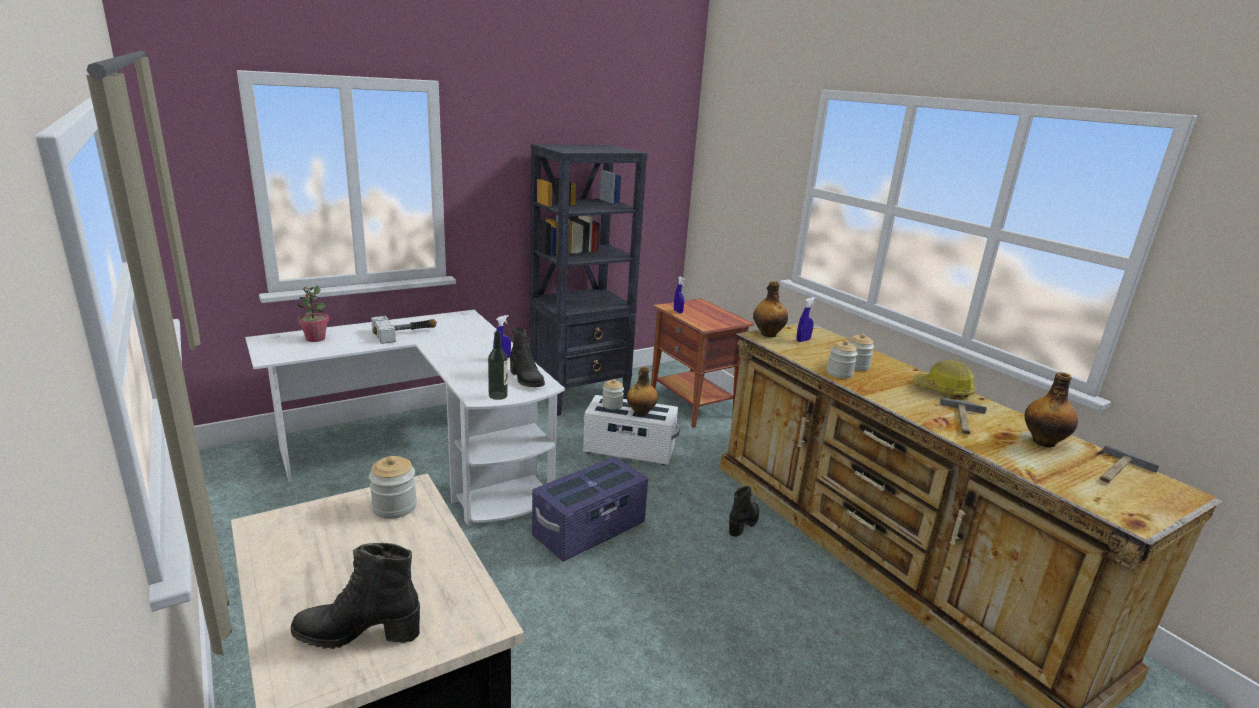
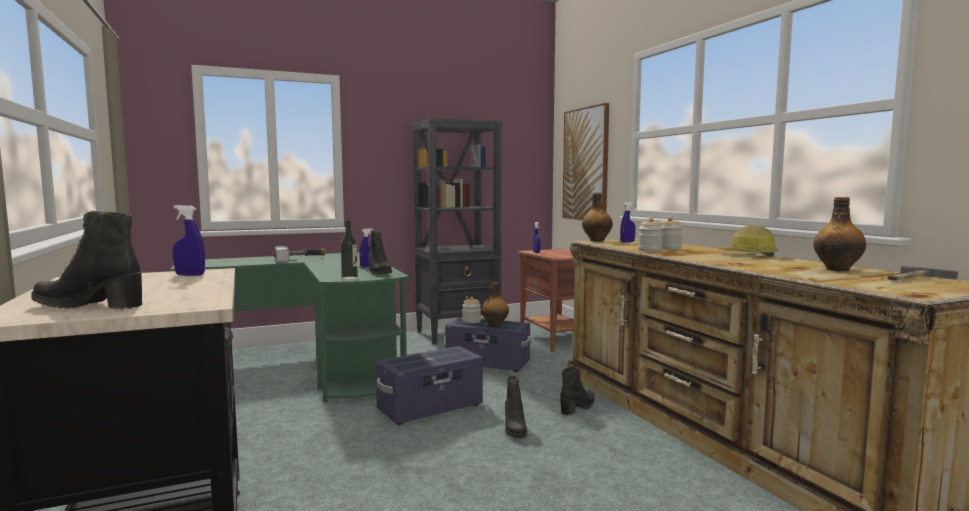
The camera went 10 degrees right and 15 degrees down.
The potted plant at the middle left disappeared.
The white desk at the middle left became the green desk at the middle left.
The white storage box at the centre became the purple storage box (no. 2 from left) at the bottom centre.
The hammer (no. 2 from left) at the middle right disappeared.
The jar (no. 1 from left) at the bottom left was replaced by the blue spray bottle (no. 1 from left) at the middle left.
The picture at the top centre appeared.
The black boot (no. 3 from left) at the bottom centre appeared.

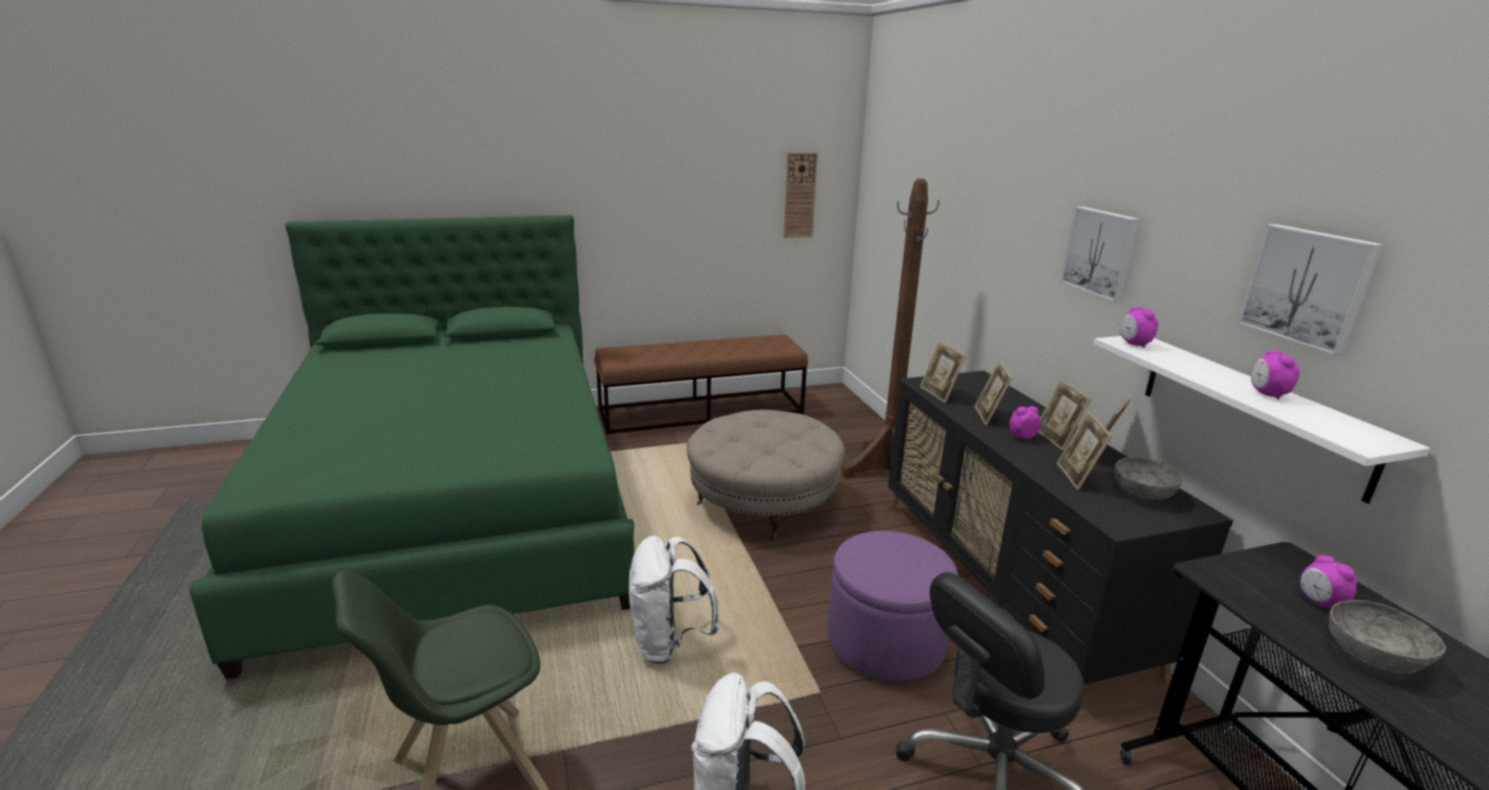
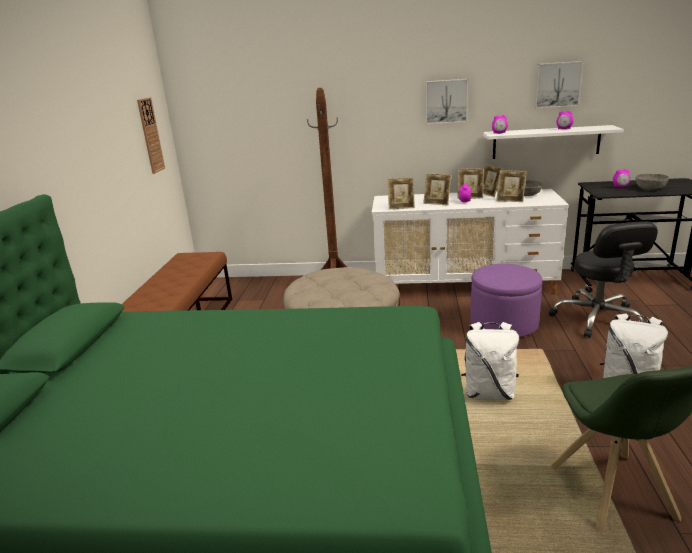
The camera went 65 degrees left and 0 degrees up.
The black dresser at the bottom right became the white dresser at the middle right.

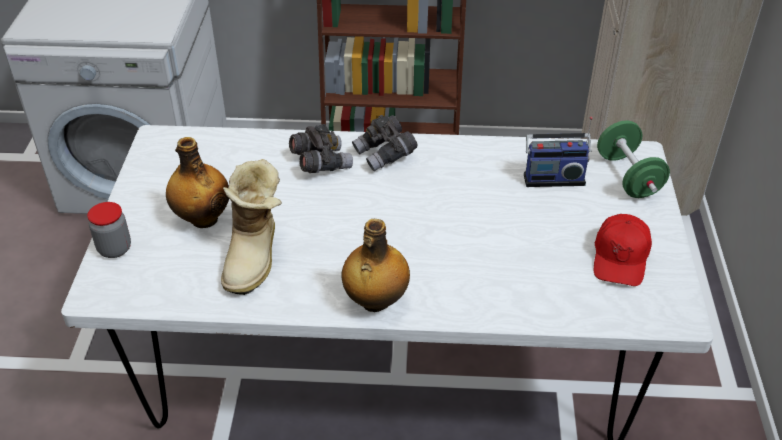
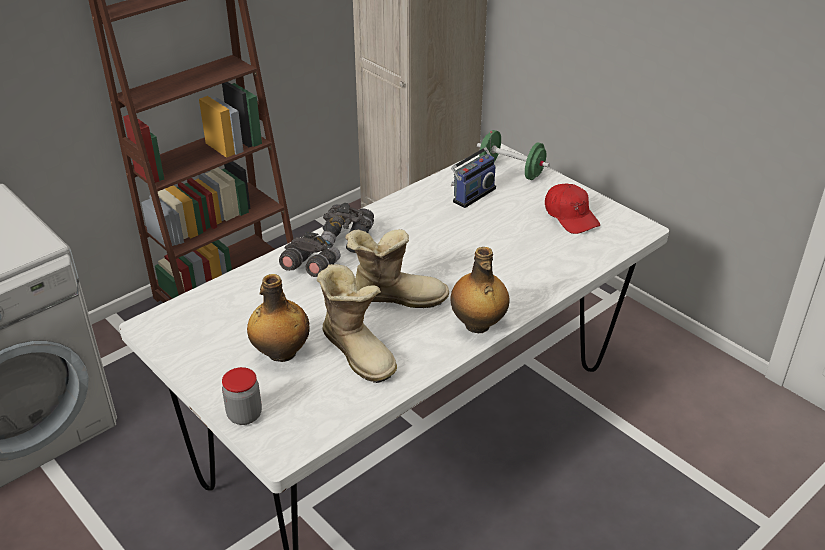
The camera went 45 degrees left and 5 degrees down.
The boot (no. 2 from left) at the centre appeared.

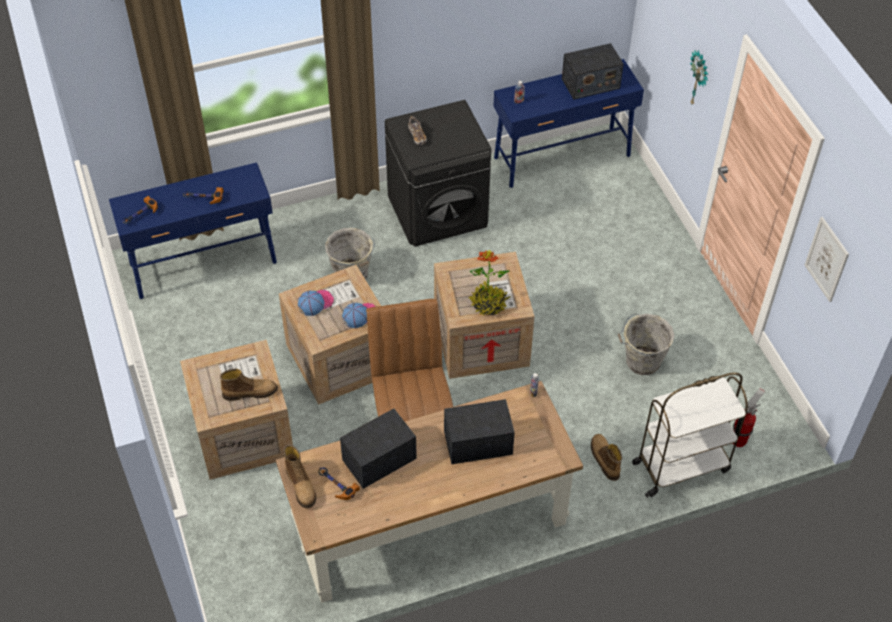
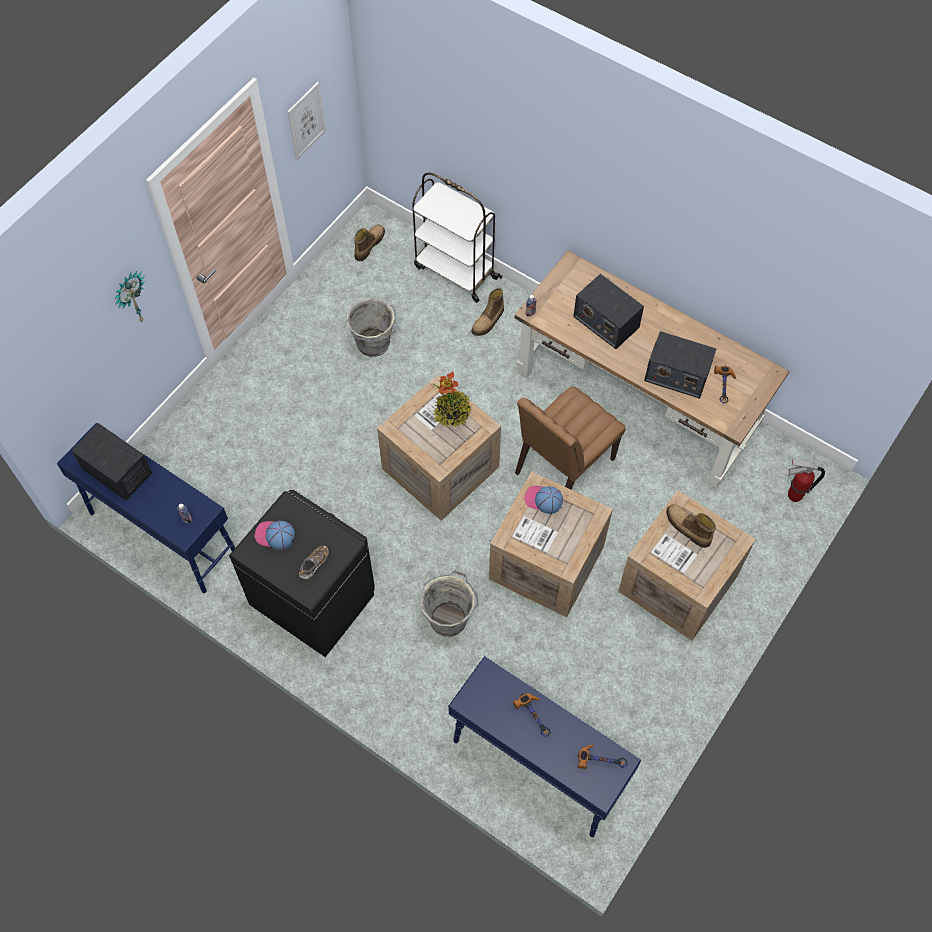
The camera went 125 degrees left and 10 degrees up.
The cap (no. 1 from left) moved from the centre to the middle left.
The fire extinguisher moved from the bottom right to the middle right.
The boot (no. 2 from left in the first image) moved from the bottom centre to the top centre.

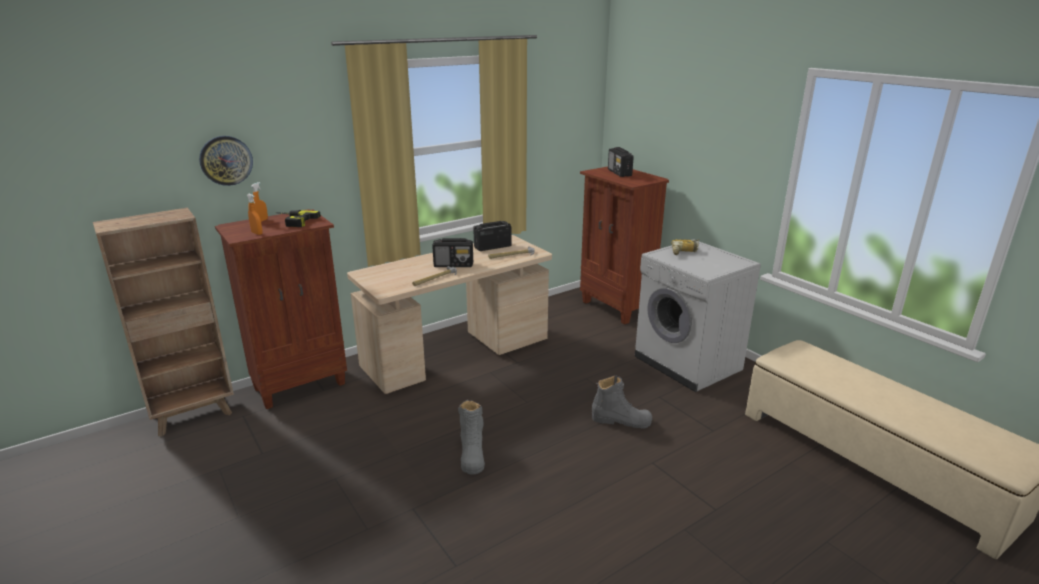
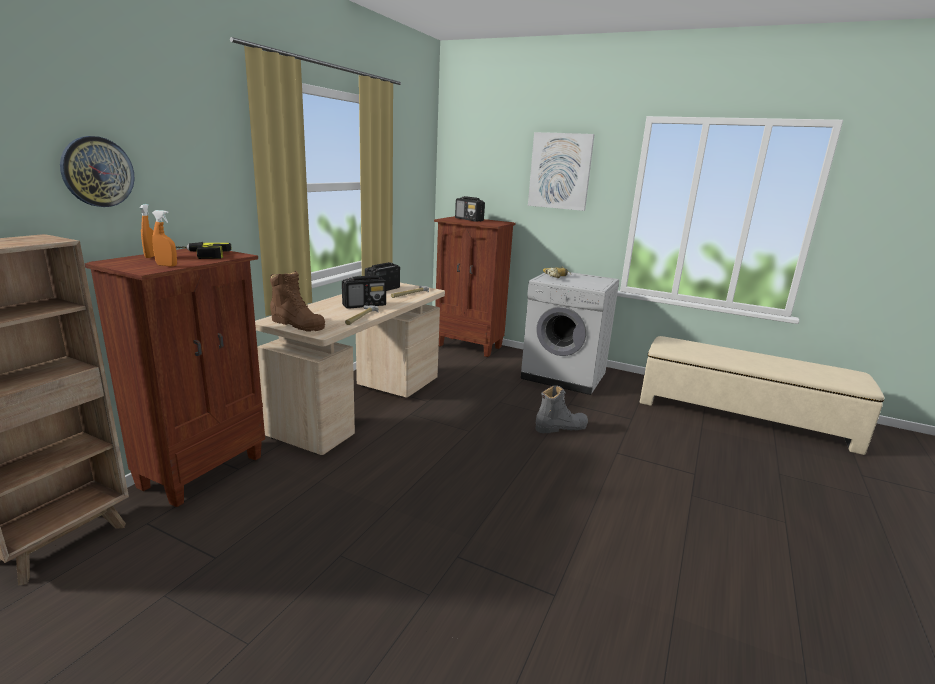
The camera went 30 degrees left and 5 degrees down.
The grey boot (no. 1 from left) at the bottom centre disappeared.
The picture at the top centre appeared.
The brown boot at the middle left appeared.

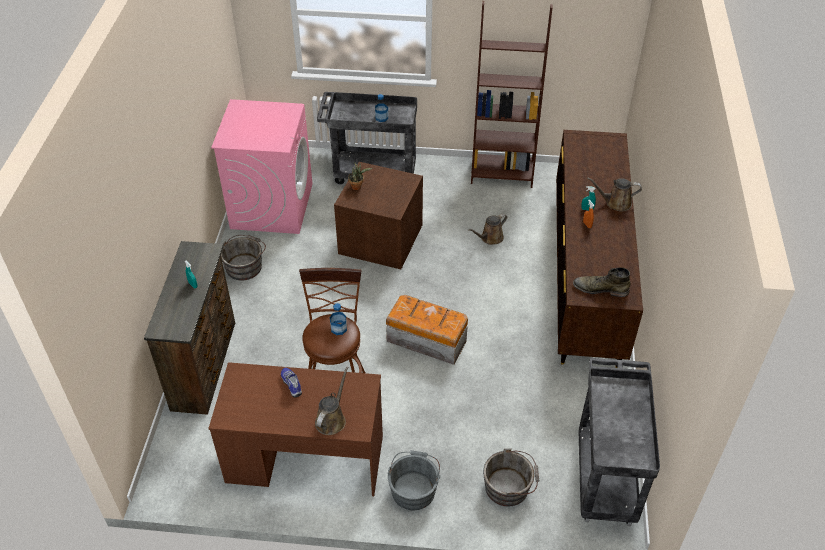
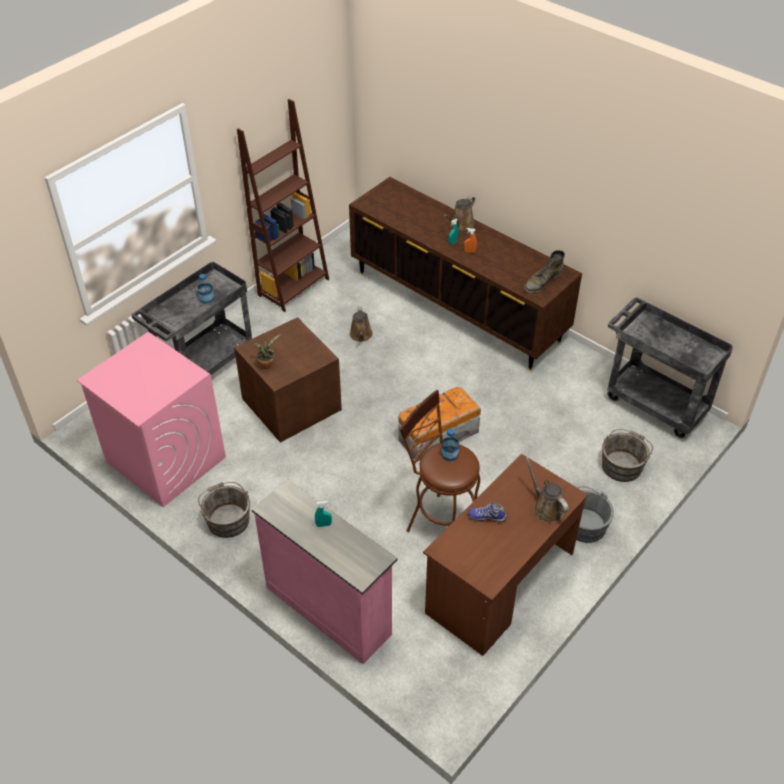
The camera went 55 degrees left and 0 degrees up.
The brown dresser at the middle left became the pink dresser at the bottom centre.

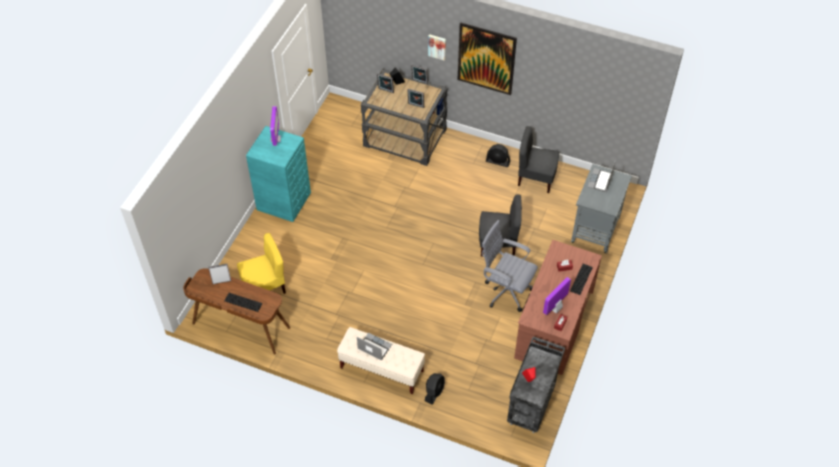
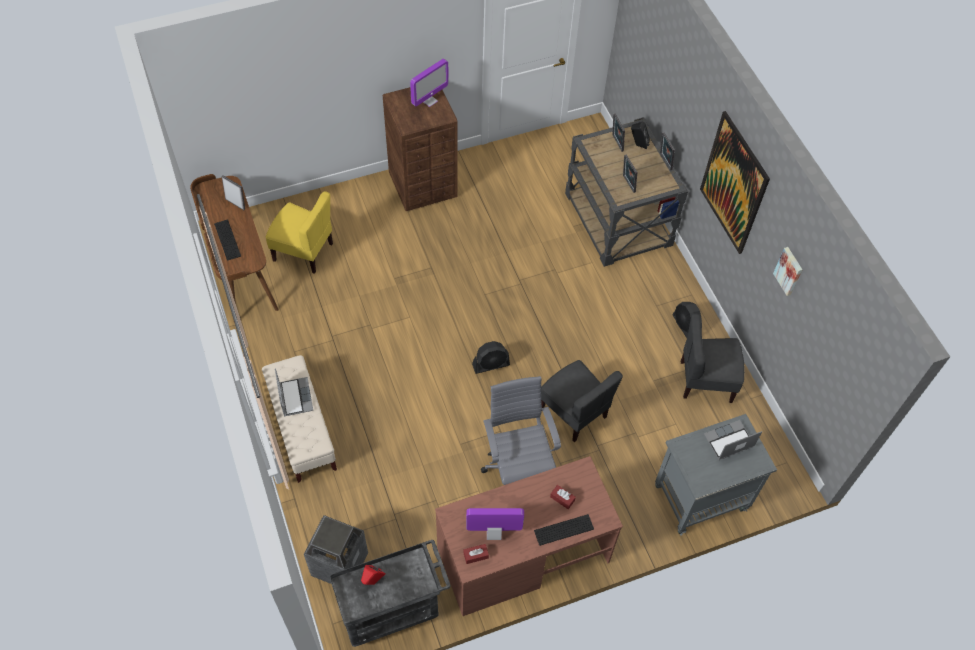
The camera went 45 degrees right and 5 degrees up.
The picture (no. 1 from left in the first image) moved from the top centre to the middle right.
The turquoise dresser at the middle left became the brown dresser at the top centre.
The grey chair (no. 2 from left) at the centre turned 60 degrees counterclockwise.
The black fan (no. 1 from left) moved from the bottom centre to the centre.
The trash can at the bottom centre appeared.

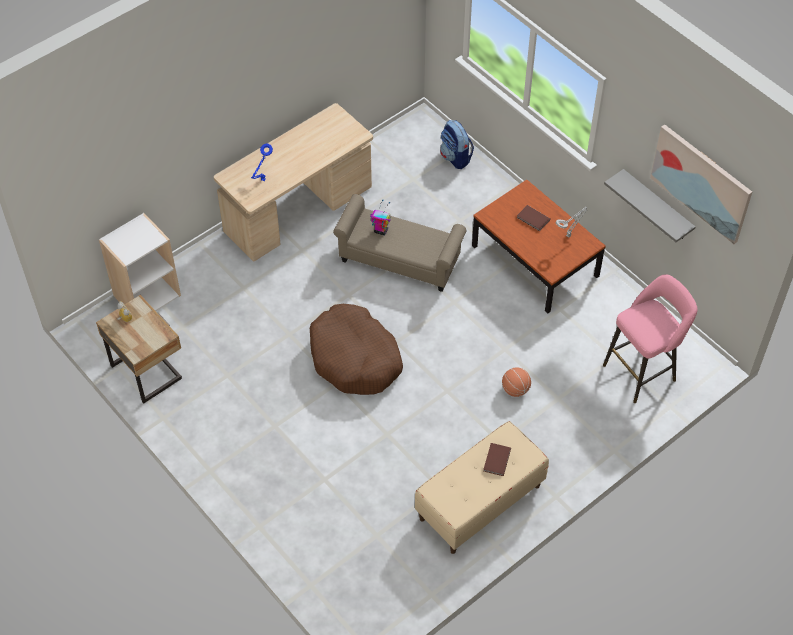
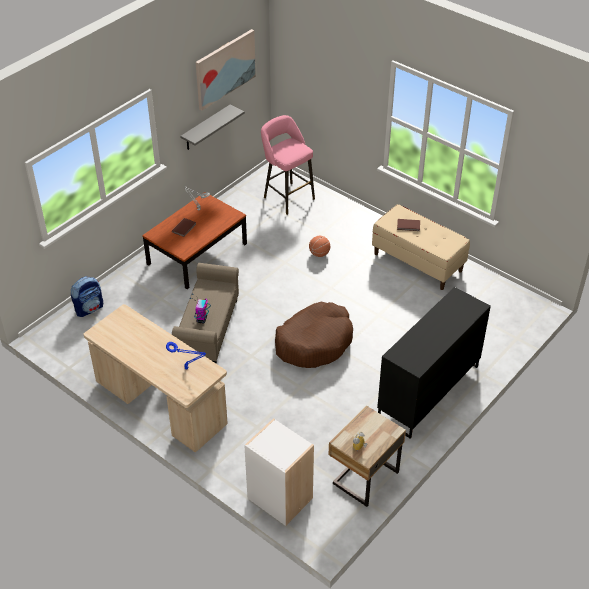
The camera went 100 degrees left and 10 degrees down.
The black dresser at the middle right appeared.

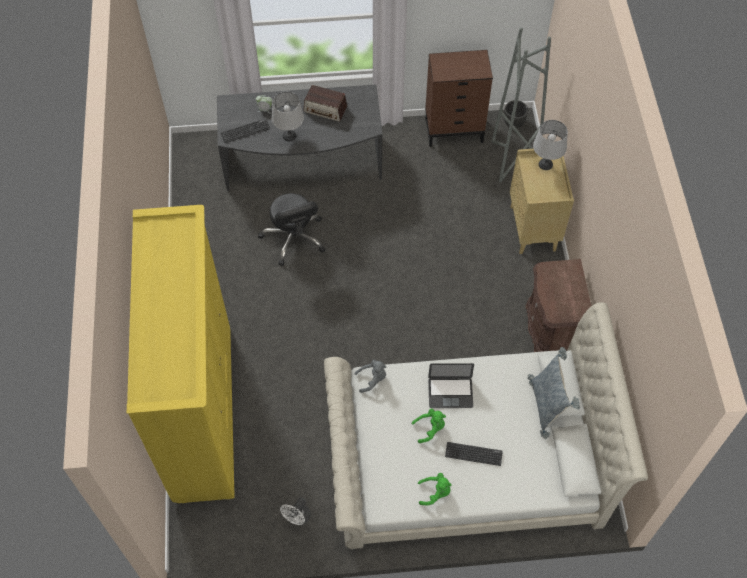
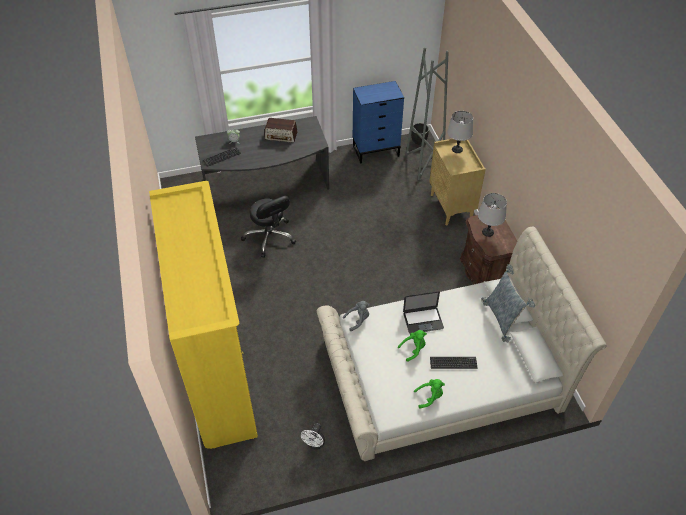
The camera went 10 degrees left and 10 degrees down.
The brown dresser at the top centre became the blue dresser at the top centre.
The grey table lamp (no. 1 from left in the first image) moved from the top centre to the middle right.

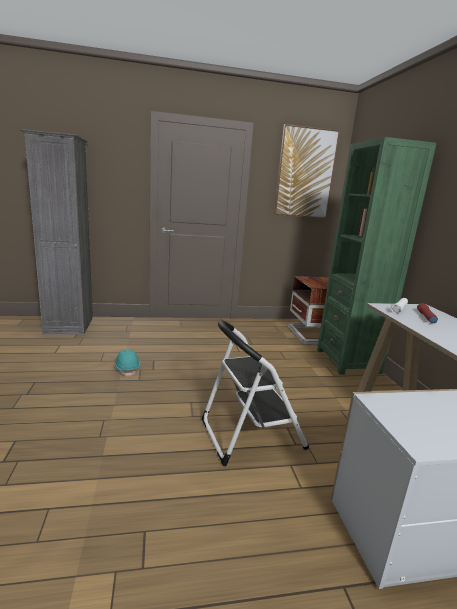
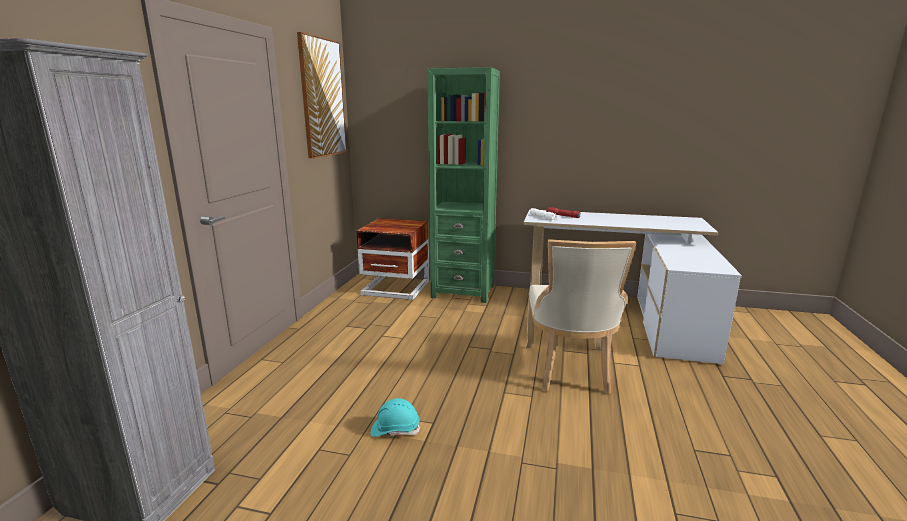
The camera went 65 degrees left and 0 degrees up.
The step ladder at the centre was replaced by the beige chair at the centre.

